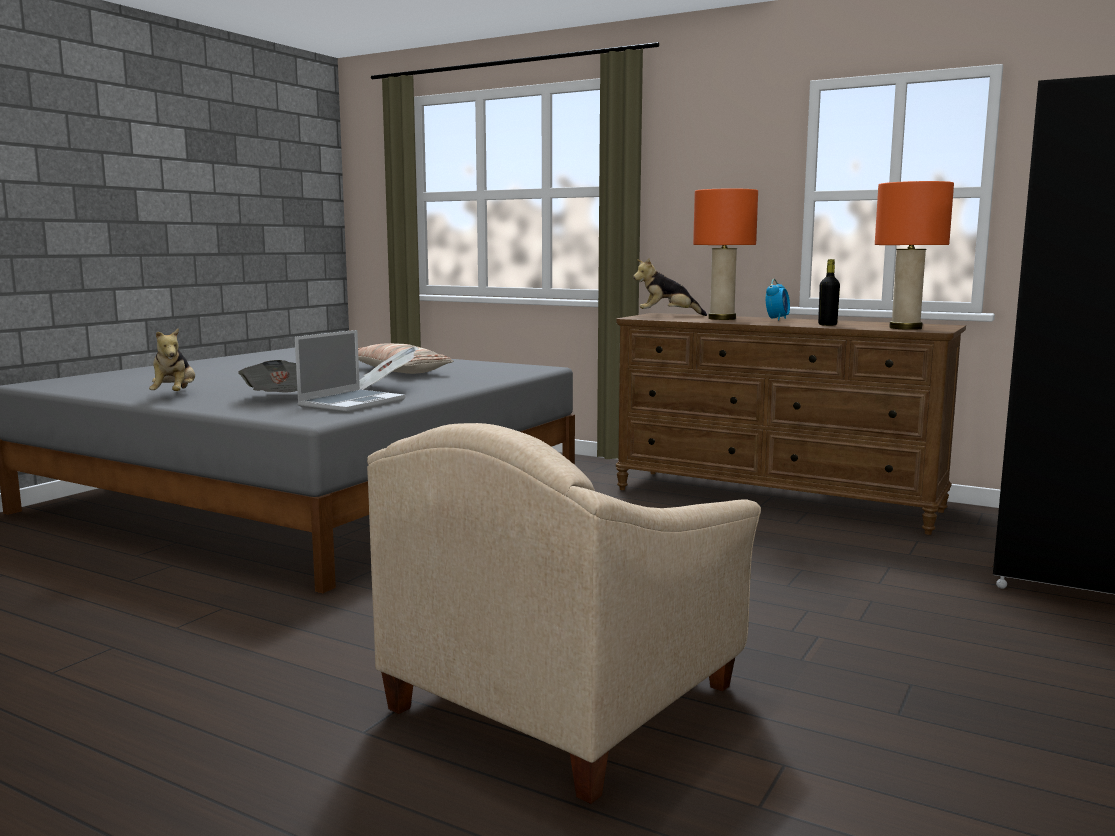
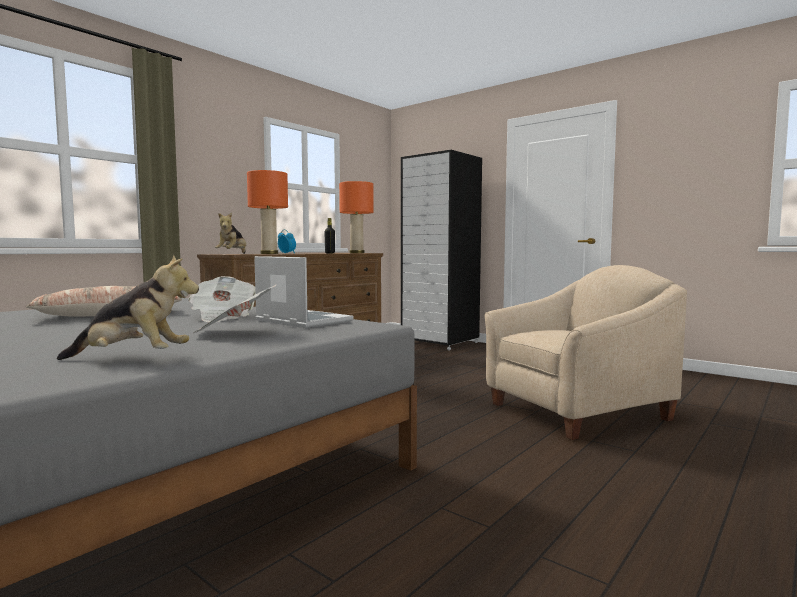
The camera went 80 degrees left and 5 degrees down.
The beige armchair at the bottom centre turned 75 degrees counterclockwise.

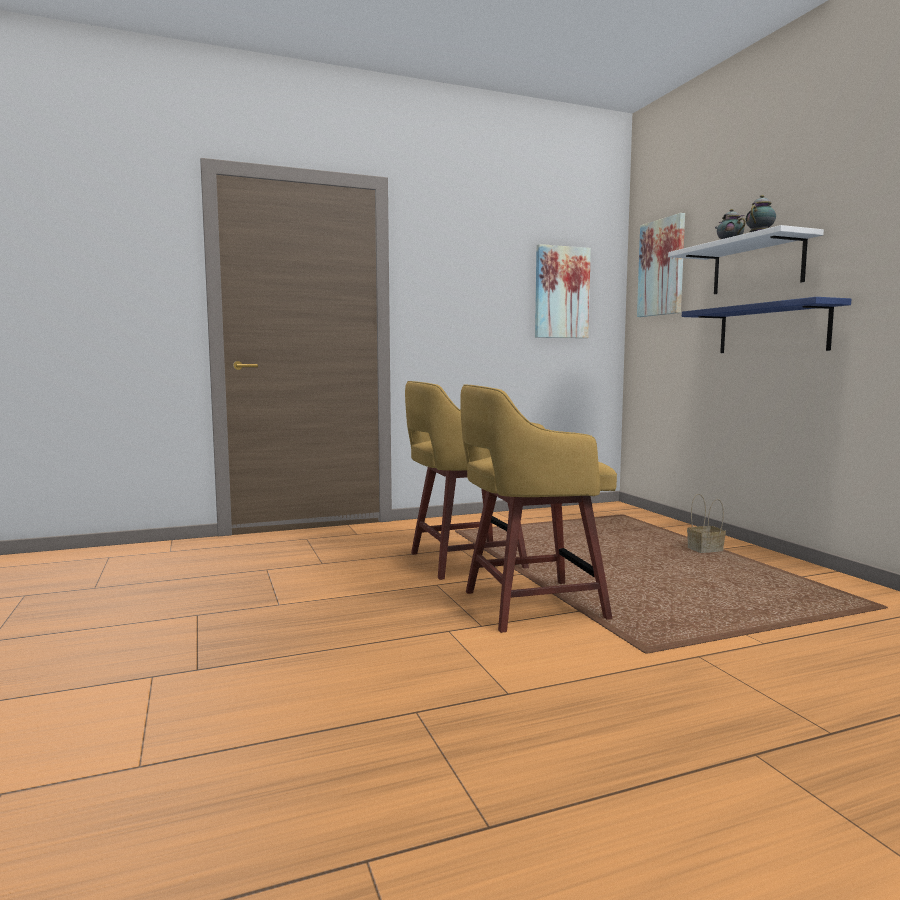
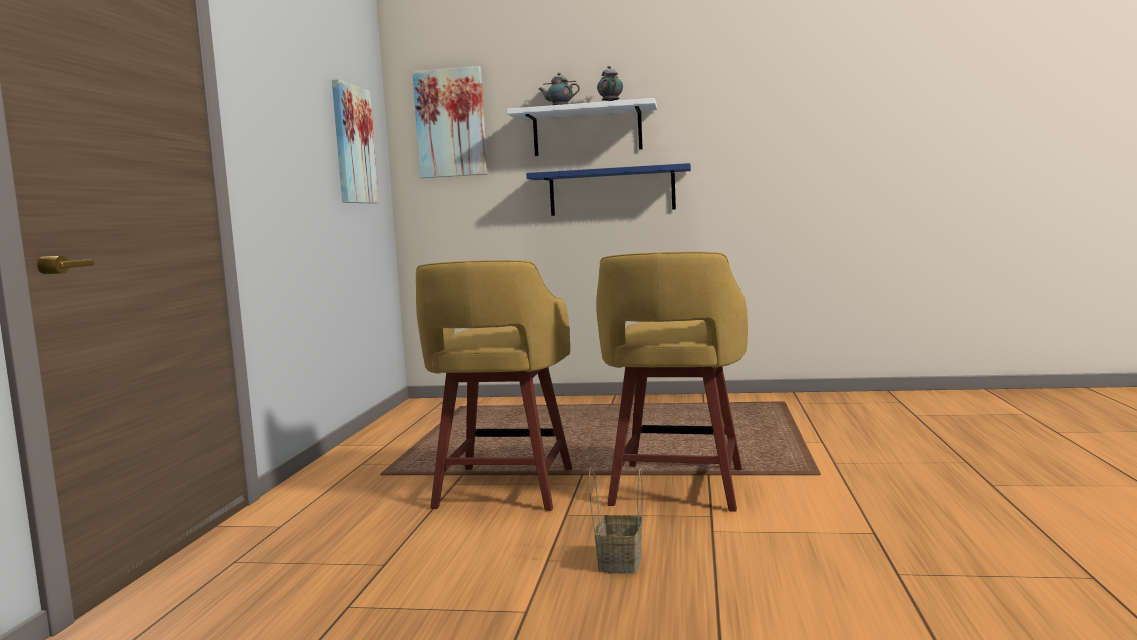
The camera went 60 degrees left and 0 degrees up.
The basket moved from the middle right to the bottom centre.

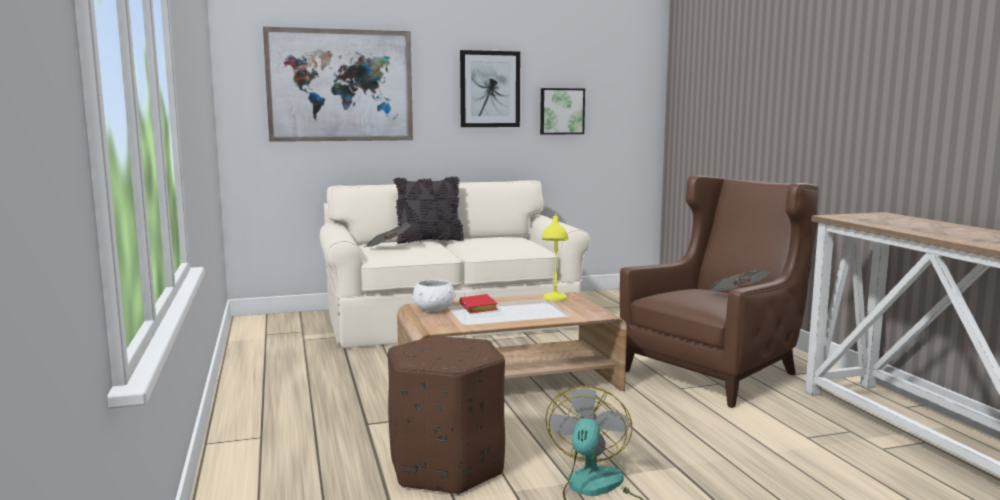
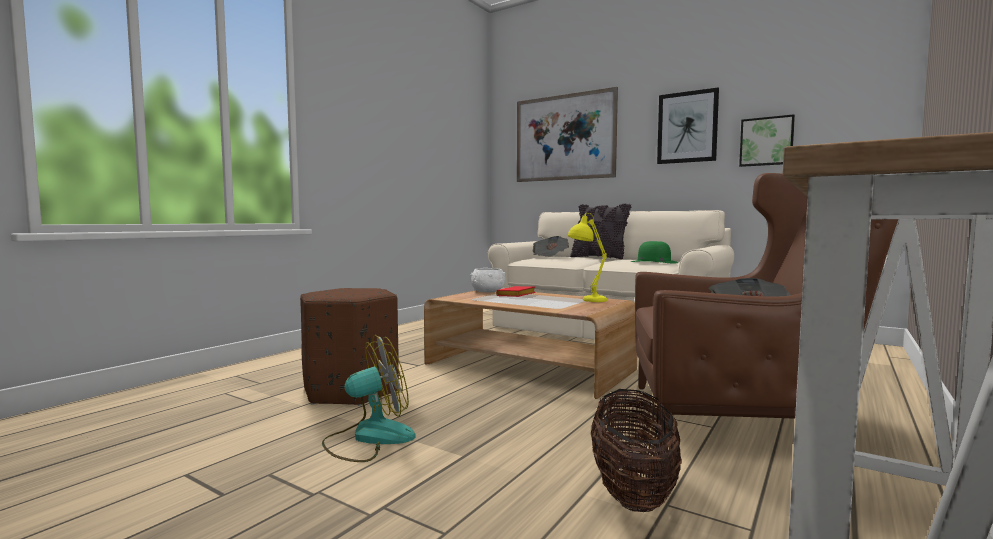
The camera went 50 degrees right and 5 degrees down.
The green hat at the centre appeared.
The basket at the bottom centre appeared.

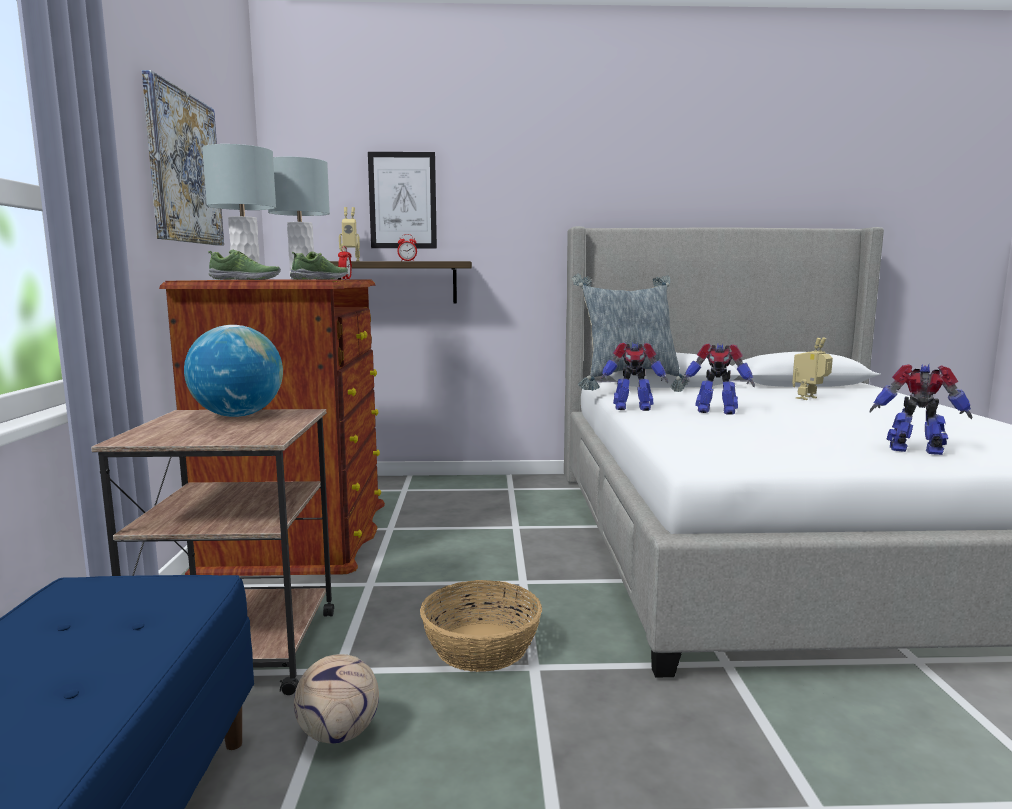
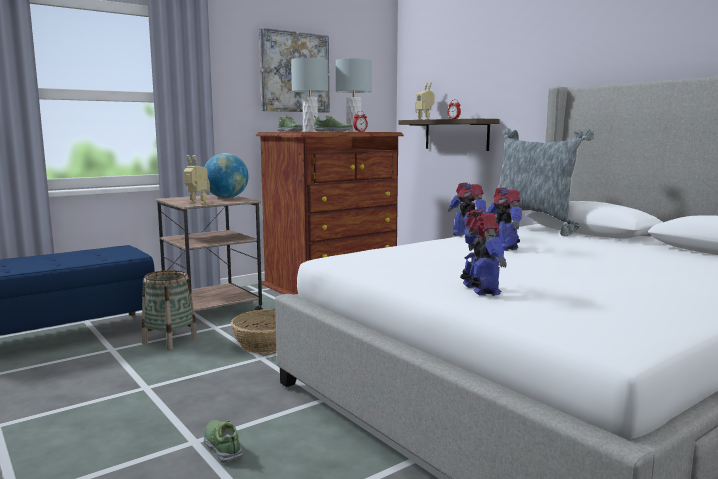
The camera went 55 degrees right and 0 degrees up.
The picture (no. 2 from left) at the top centre disappeared.
The toy robot (no. 4 from left in the first image) moved from the middle right to the middle left.
The football at the bottom left was replaced by the basket (no. 1 from left) at the middle left.
The shoe (no. 1 from left) at the bottom left appeared.

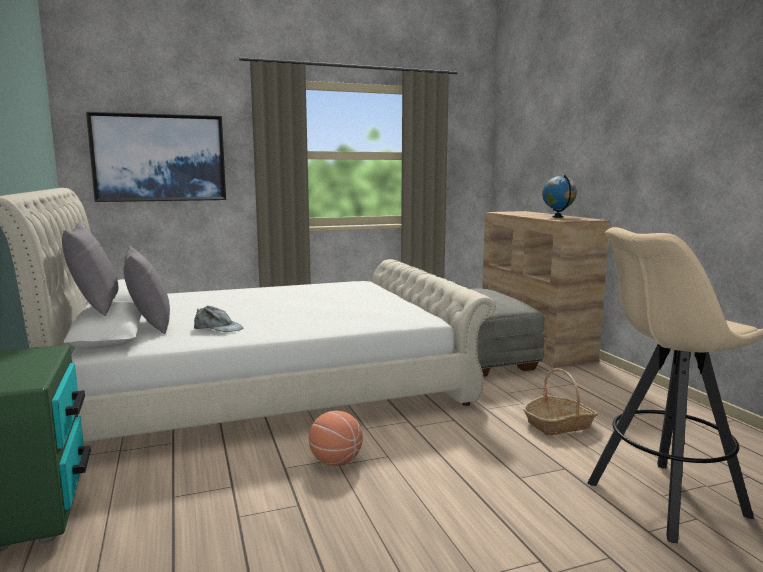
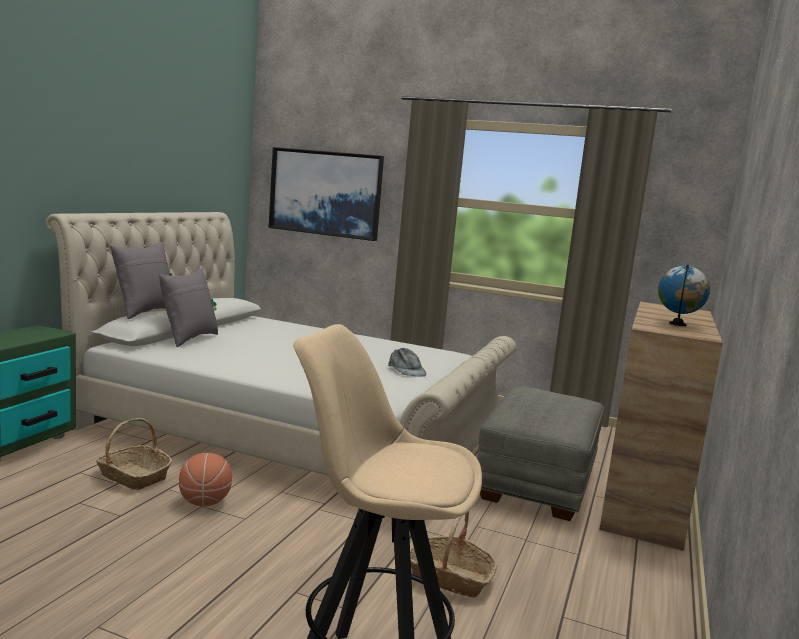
The camera went 40 degrees right and 0 degrees up.
The grey cap moved from the middle left to the centre.
The basket (no. 1 from left) at the bottom left appeared.

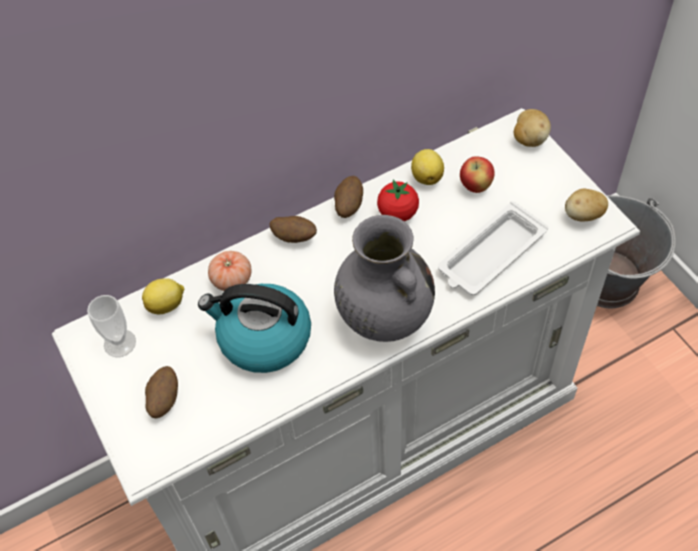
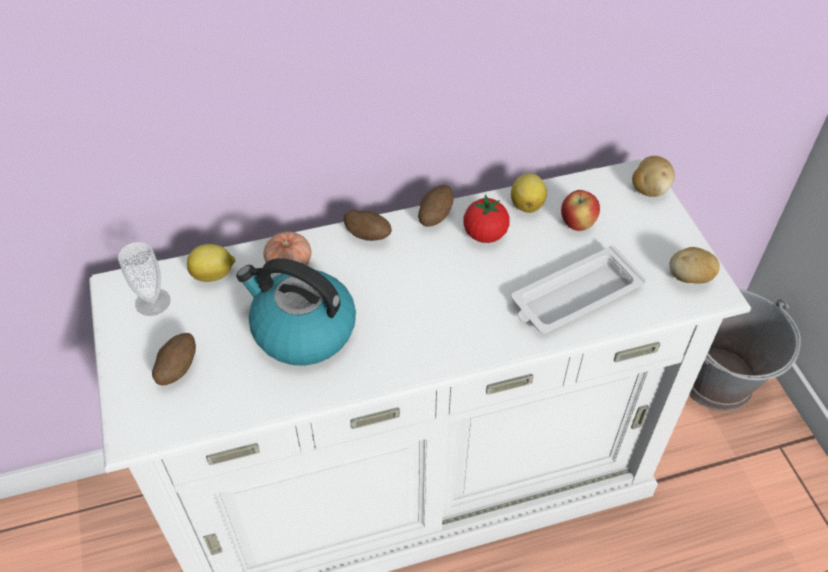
The camera went 10 degrees right and 5 degrees down.
The grey vase at the centre disappeared.

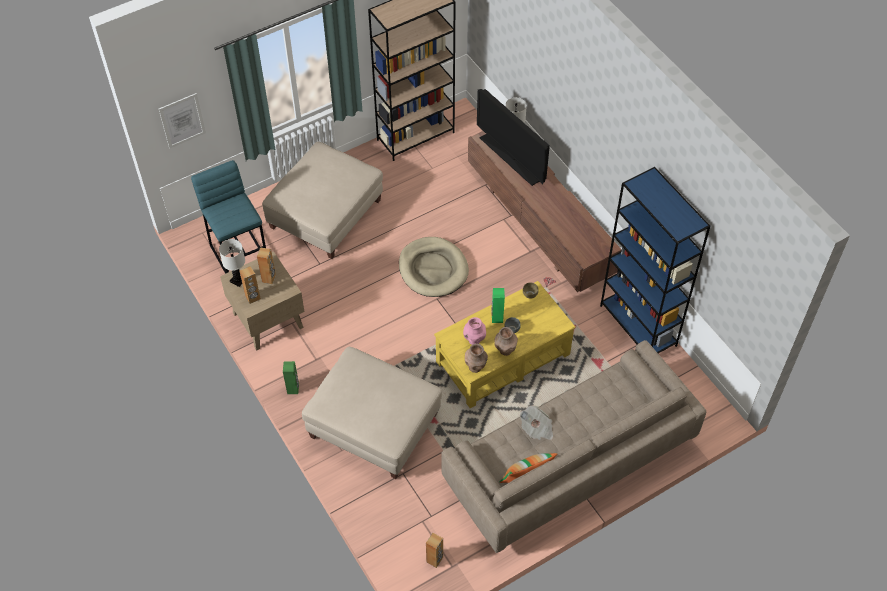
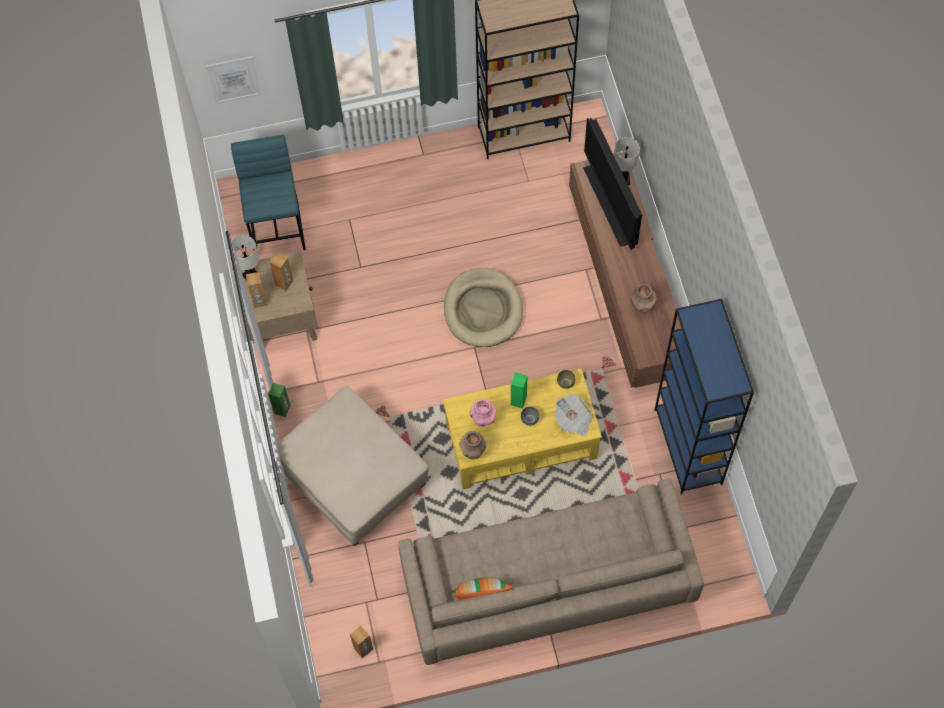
The camera went 20 degrees right and 10 degrees up.
The beige ottoman (no. 1 from left) at the centre disappeared.
The brown vase (no. 2 from left) moved from the centre to the middle right.
The newspaper moved from the bottom centre to the centre.

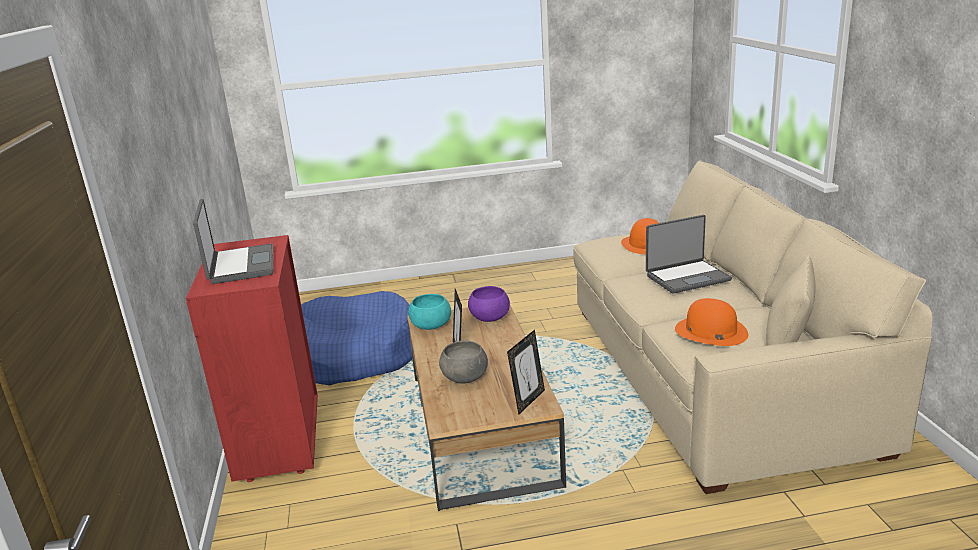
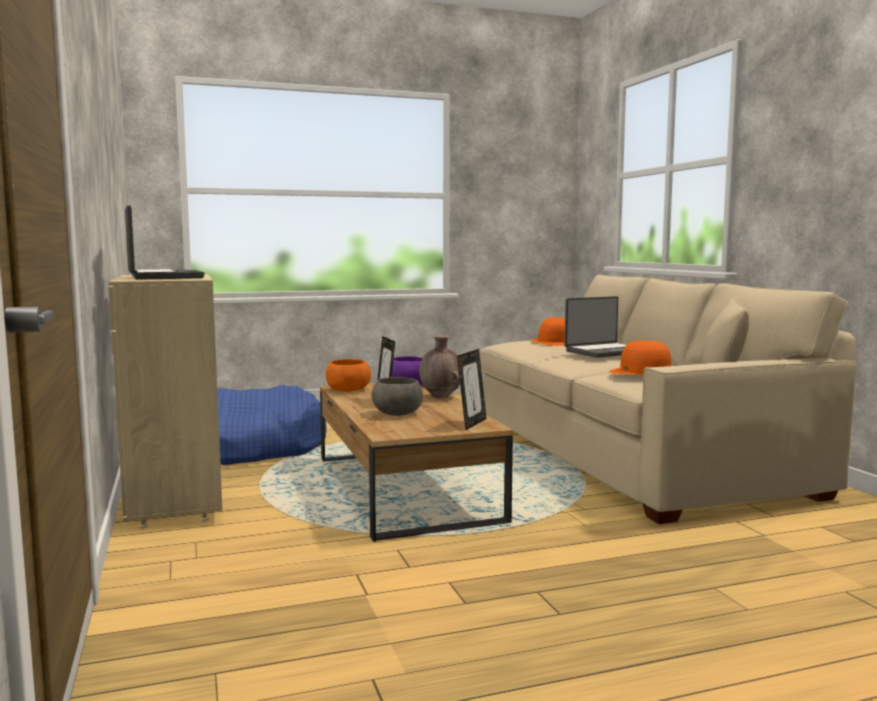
The camera went 10 degrees left and 15 degrees down.
The red cabinet at the middle left became the beige cabinet at the middle left.
The turquoise bowl at the centre became the orange bowl at the centre.
The brown vase at the centre appeared.

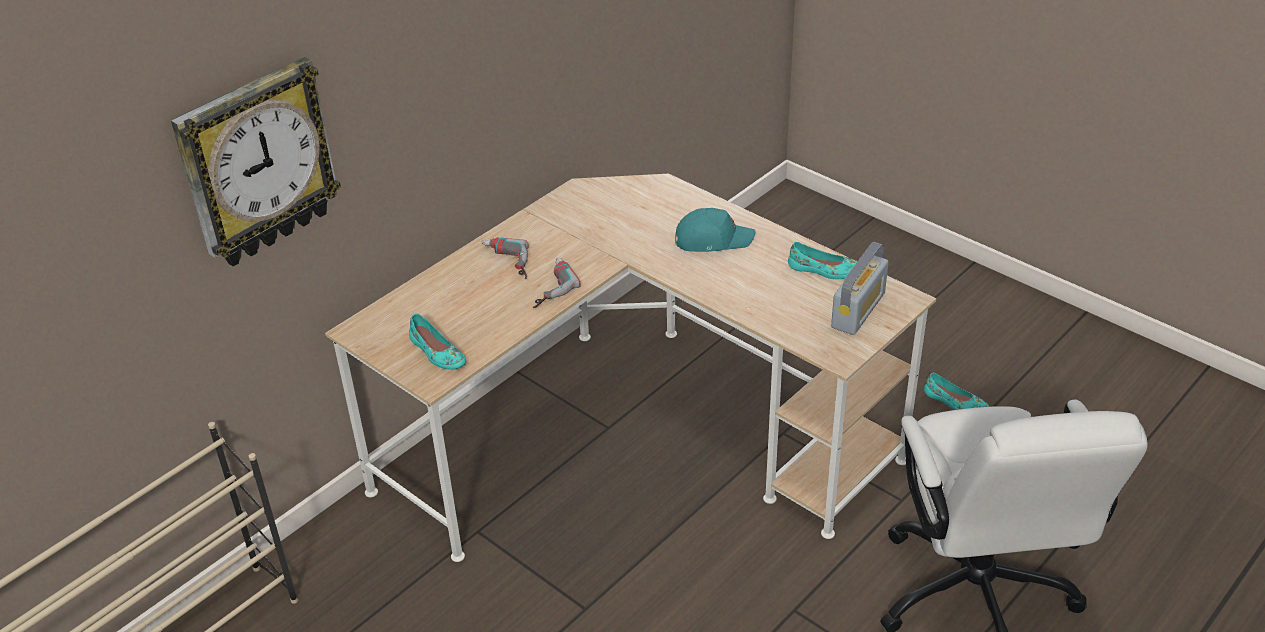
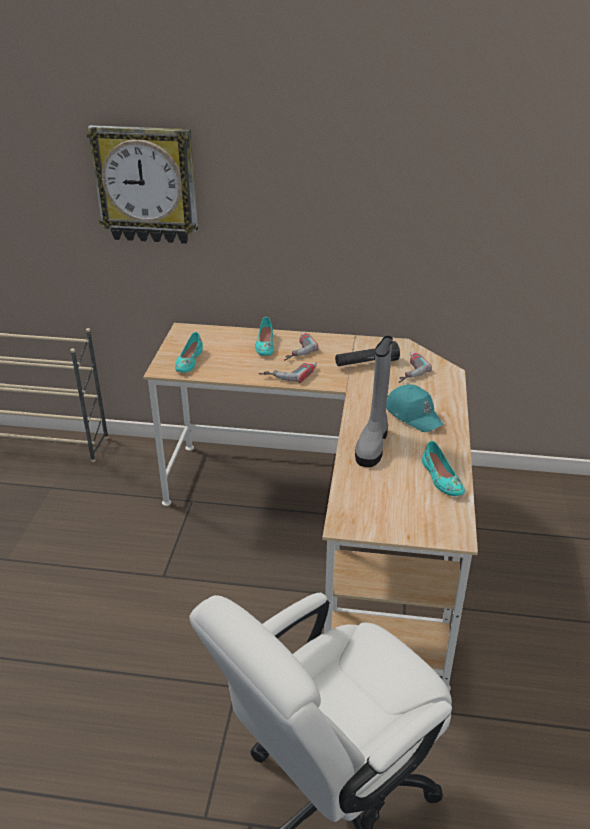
The camera went 55 degrees right and 5 degrees down.
The radio at the middle right disappeared.
The turquoise shoe (no. 3 from left in the first image) moved from the middle right to the centre.
The grey boot at the centre appeared.
The black flashlight at the centre appeared.
The power drill (no. 3 from left) at the middle right appeared.

